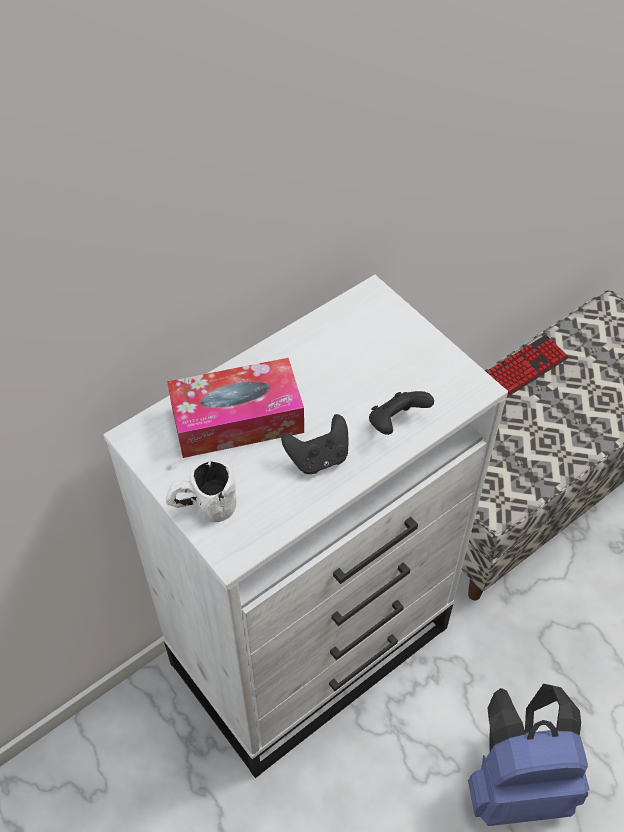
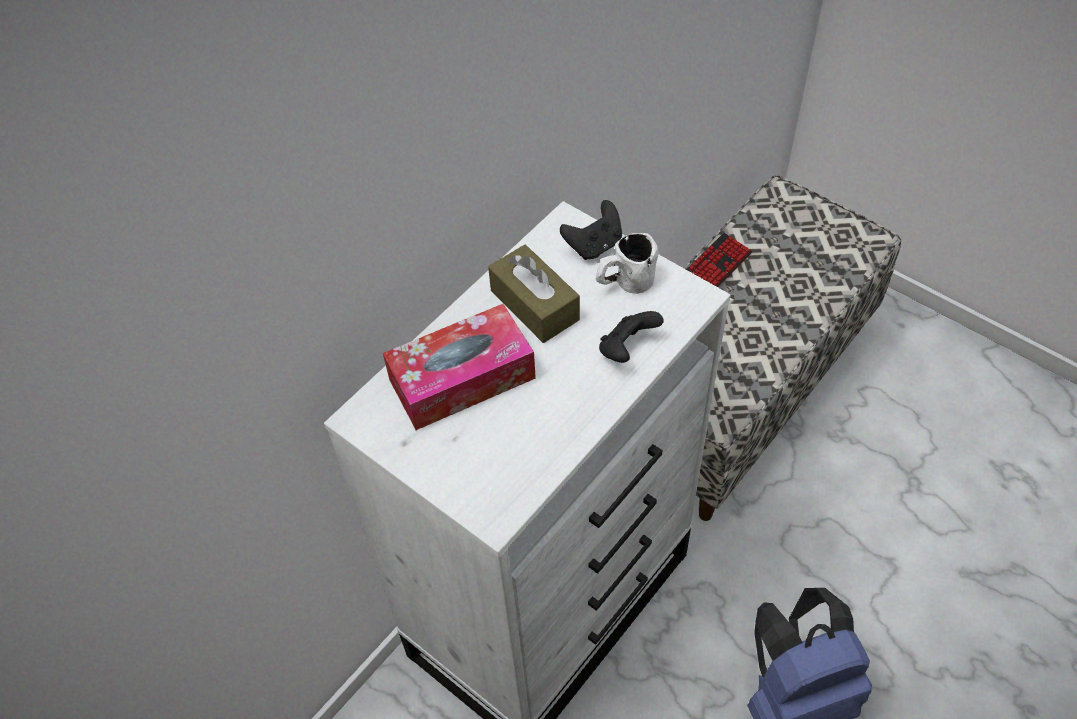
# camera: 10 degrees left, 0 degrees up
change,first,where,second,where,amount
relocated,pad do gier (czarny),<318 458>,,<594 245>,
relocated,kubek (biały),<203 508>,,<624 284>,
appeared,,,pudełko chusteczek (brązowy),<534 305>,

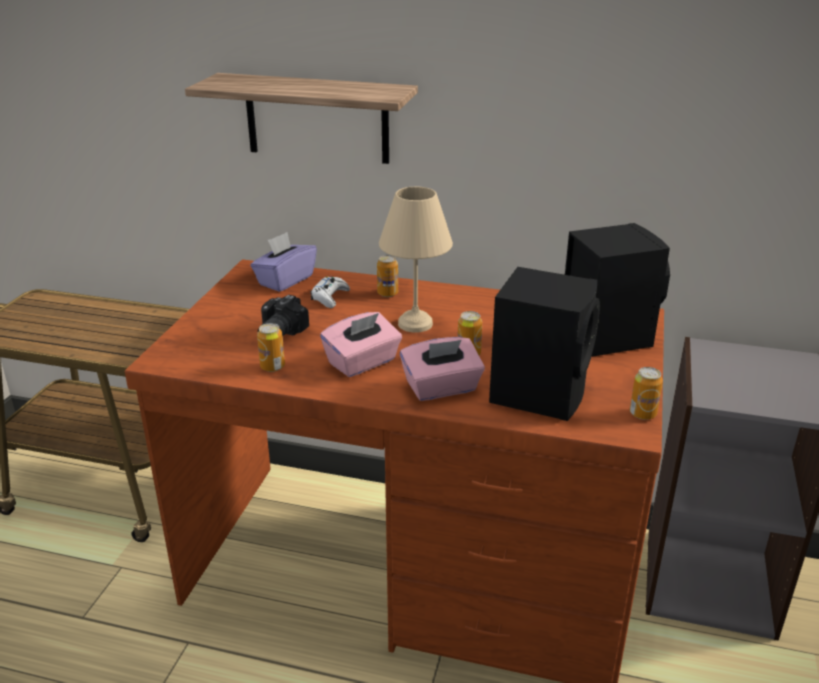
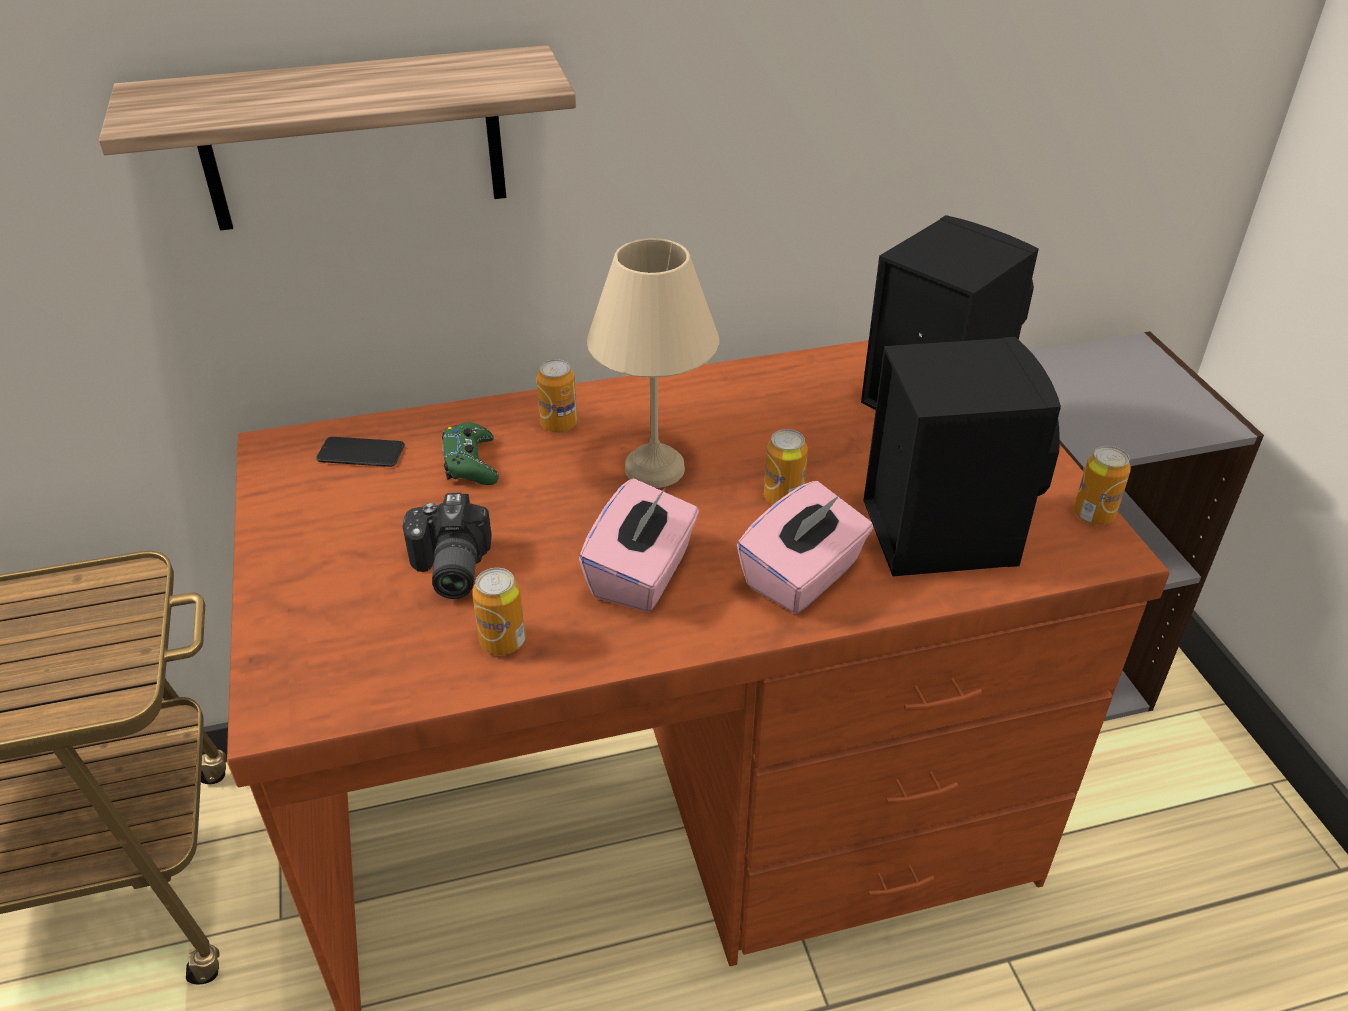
# camera: 30 degrees left, 10 degrees up
change,first,where,second,where,amount
exchanged,pudełko chusteczek (fioletowy),<285 280>,telefon,<361 453>,
colour,pad do gier (biały),<329 297>,pad do gier (zielony),<471 463>,

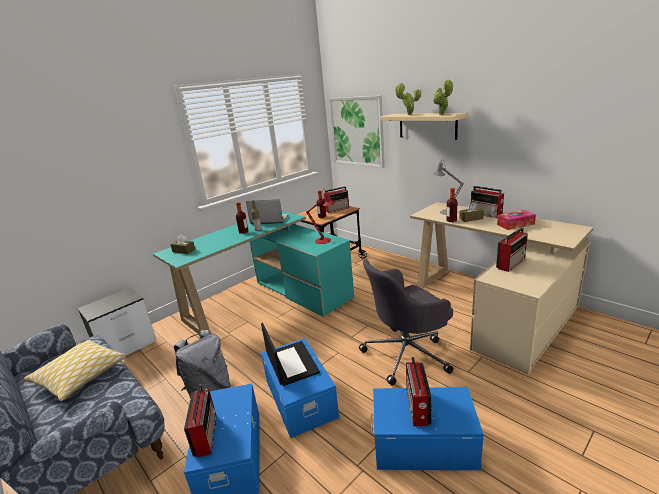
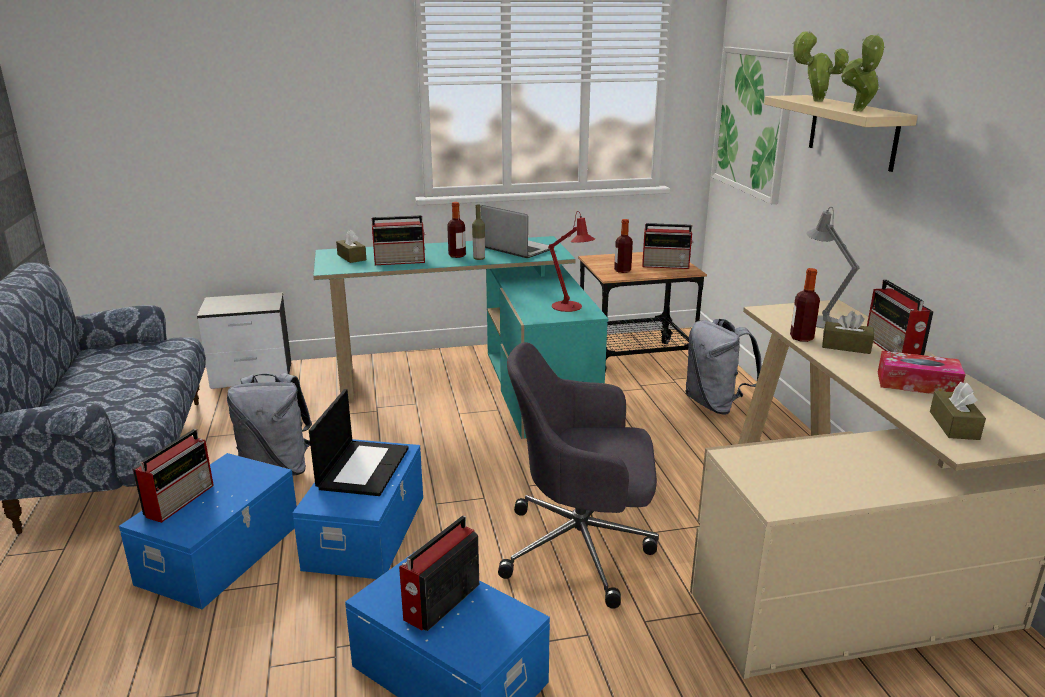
# camera: 30 degrees right, 0 degrees up
change,first,where,second,where,amount
relocated,radio,<511 263>,,<401 261>,
missing,poduszka,<80 376>,,,
appeared,,,plecak (szary),<715 405>,
appeared,,,pudełko chusteczek (brązowy),<954 425>,

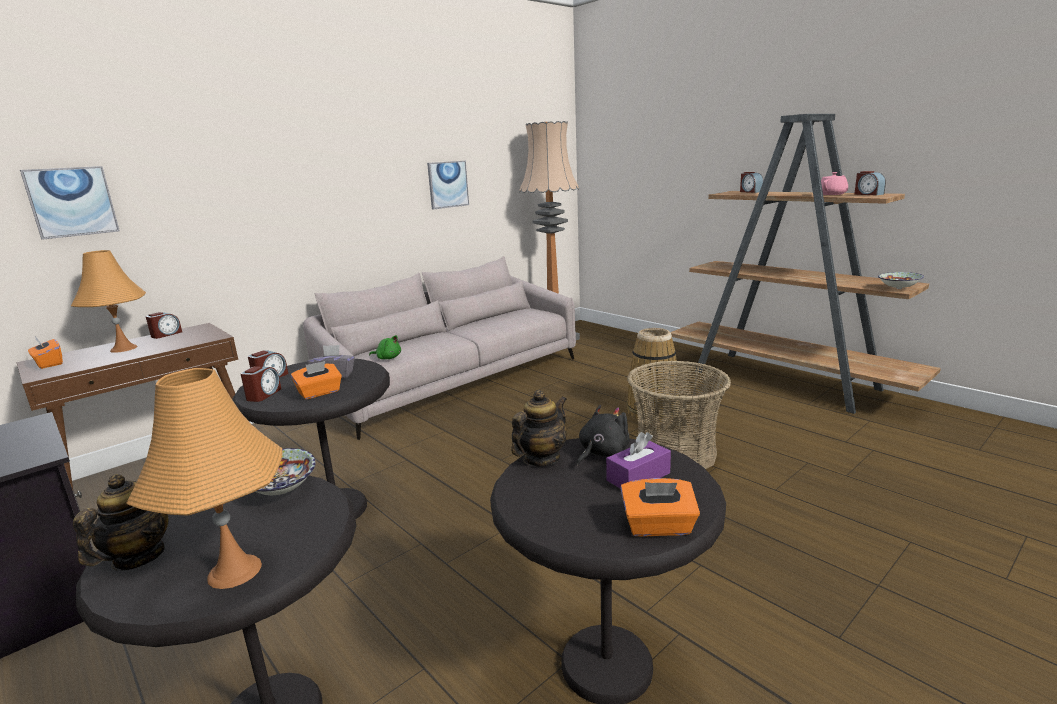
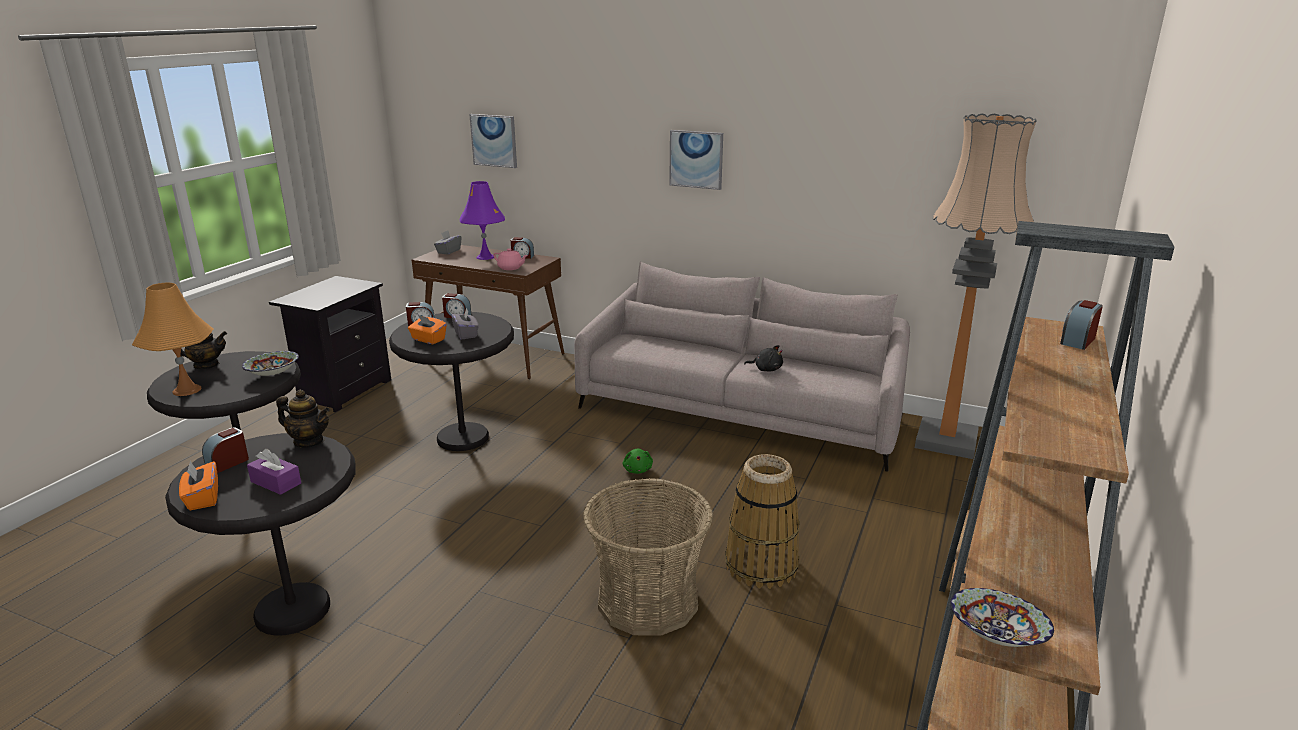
# camera: 65 degrees right, 5 degrees up
change,first,where,second,where,amount
relocated,obraz,<448 184>,,<696 159>,
relocated,budzik,<868 194>,,<228 463>,
relocated,imbryk (różowy),<832 194>,,<510 268>,
colour,lampa stołowa (pomarańczowy),<124 348>,lampa stołowa (fioletowy),<485 257>,
relocated,pluszak (zielony),<388 358>,,<637 470>,
colour,pudełko chusteczek (pomarańczowy),<49 364>,pudełko chusteczek (szary),<448 251>,
relocated,pluszak (czarny),<601 453>,,<766 369>,

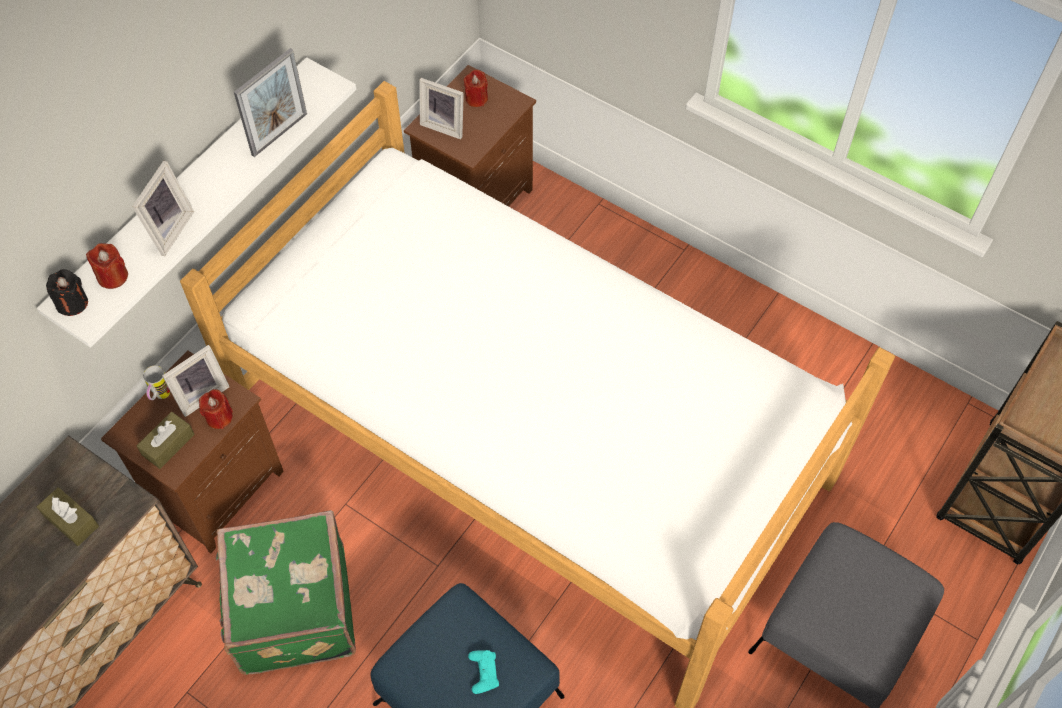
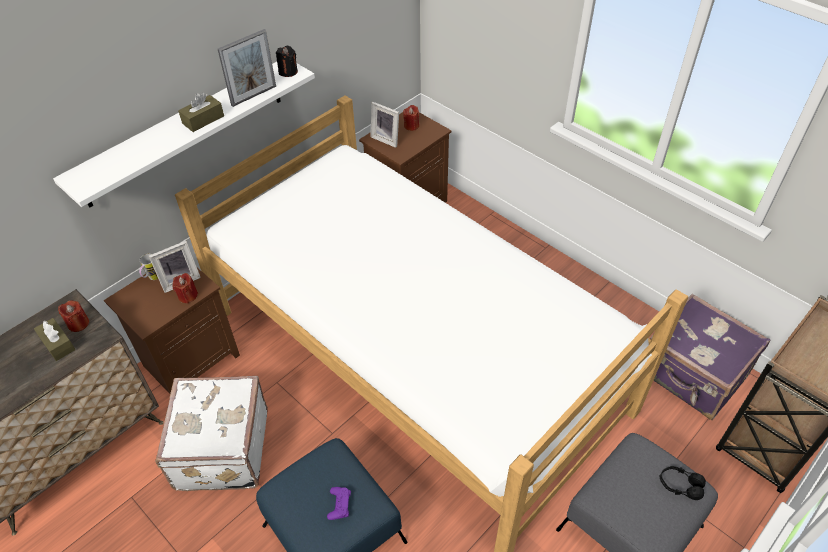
# camera: 10 degrees right, 10 degrees down
change,first,where,second,where,amount
missing,ramka na zdjęcie,<168 230>,,,
relocated,świeca (czerwony),<112 276>,,<78 323>,
relocated,świeca (czarny),<72 303>,,<288 72>,
relocated,pudełko chusteczek (brązowy),<168 445>,,<203 120>,
colour,walizka (zielony),<291 611>,walizka (biały),<220 450>,
colour,pad do gier (turkusowy),<483 672>,pad do gier (fioletowy),<339 504>,
appeared,,,walizka (fioletowy),<692 376>,
appeared,,,słuchawki (czarny),<680 485>,

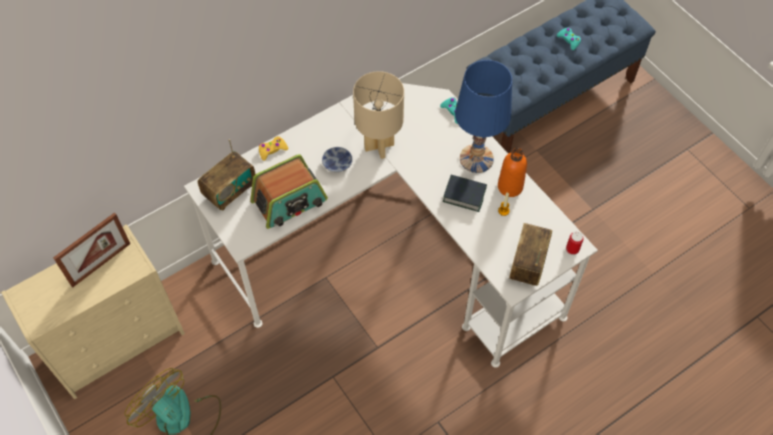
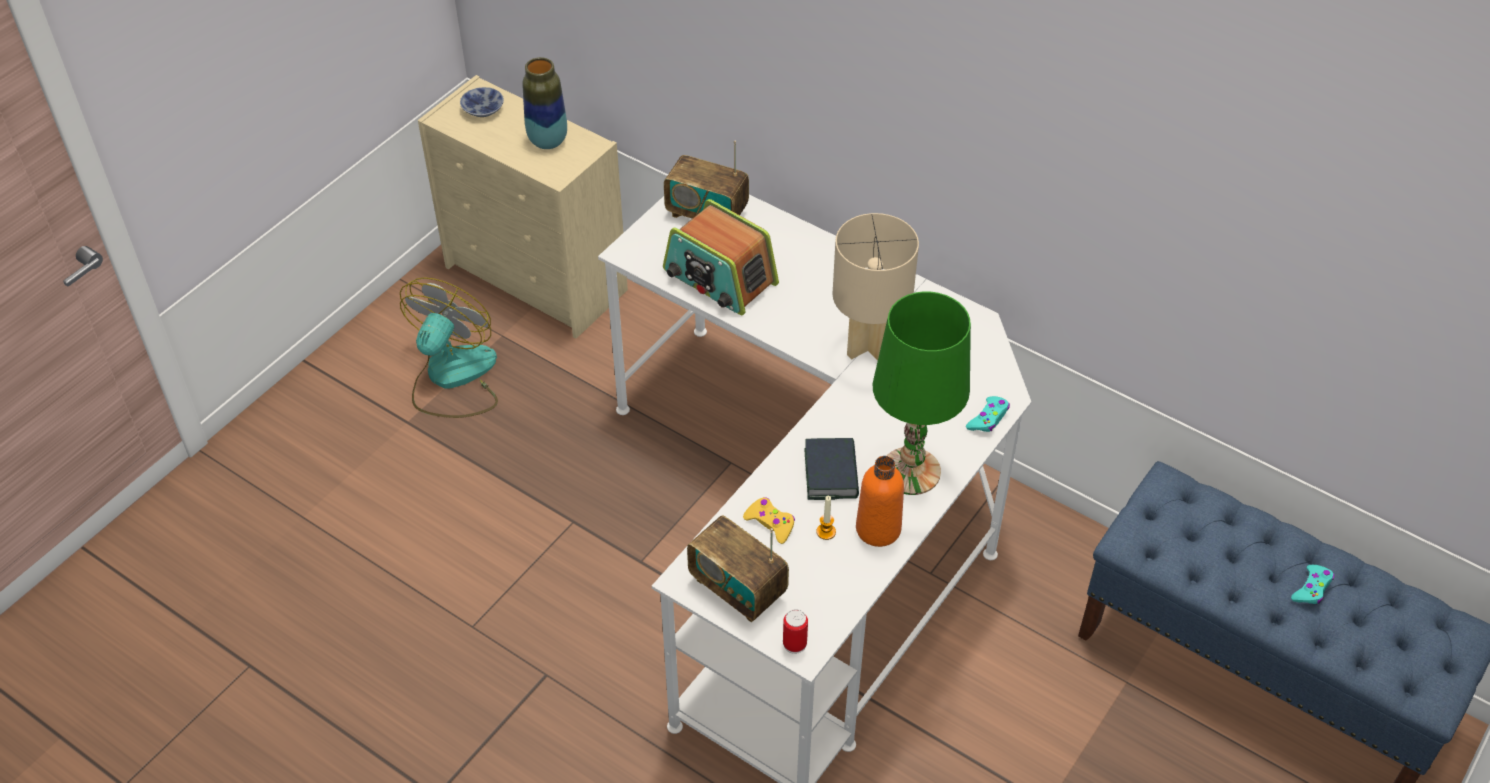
# camera: 70 degrees right, 10 degrees down
change,first,where,second,where,amount
colour,lampa stołowa (niebieski),<476 159>,lampa stołowa (zielony),<909 471>,
relocated,pad do gier (żółty),<272 150>,,<770 523>,
relocated,miska,<338 164>,,<481 110>,
exchanged,ramka na zdjęcie,<101 264>,wazon,<548 141>,
spun,radio,<528 264>,,<738 588>,135 degrees counterclockwise

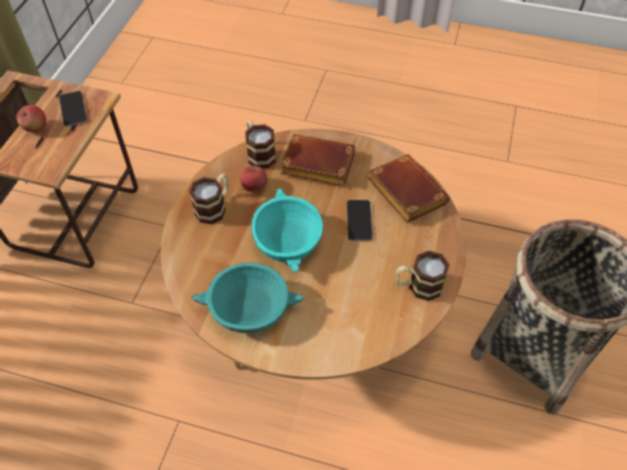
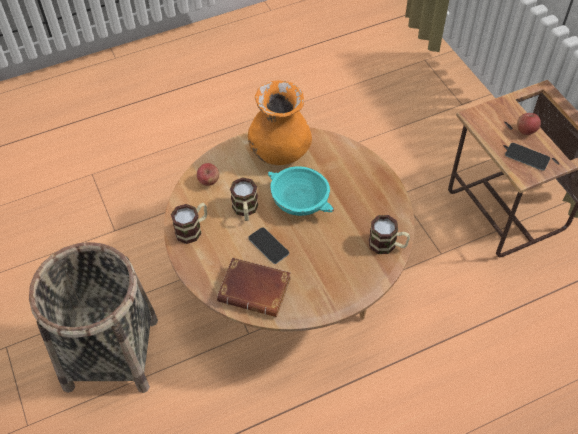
# camera: 140 degrees right, 0 degrees up
change,first,where,second,where,amount
missing,książka (brązowy),<315 165>,,,
relocated,jabłko,<254 187>,,<209 181>,
relocated,kubek,<214 207>,,<245 210>,
exchanged,miska (turkusowy),<250 308>,wazon (pomarańczowy),<279 152>,

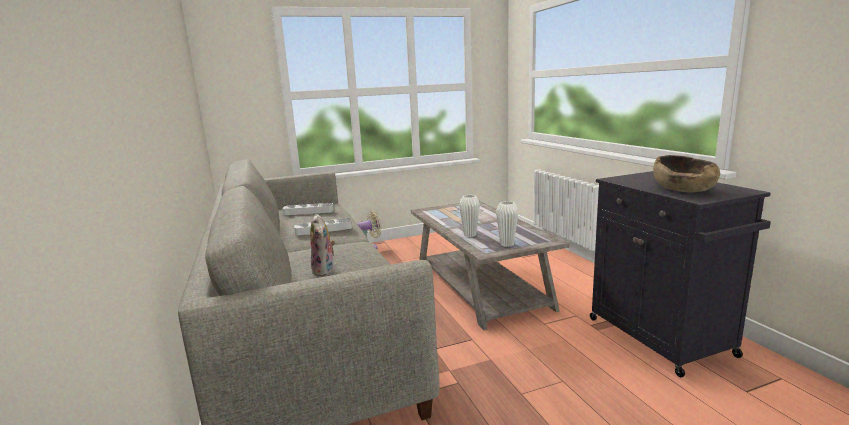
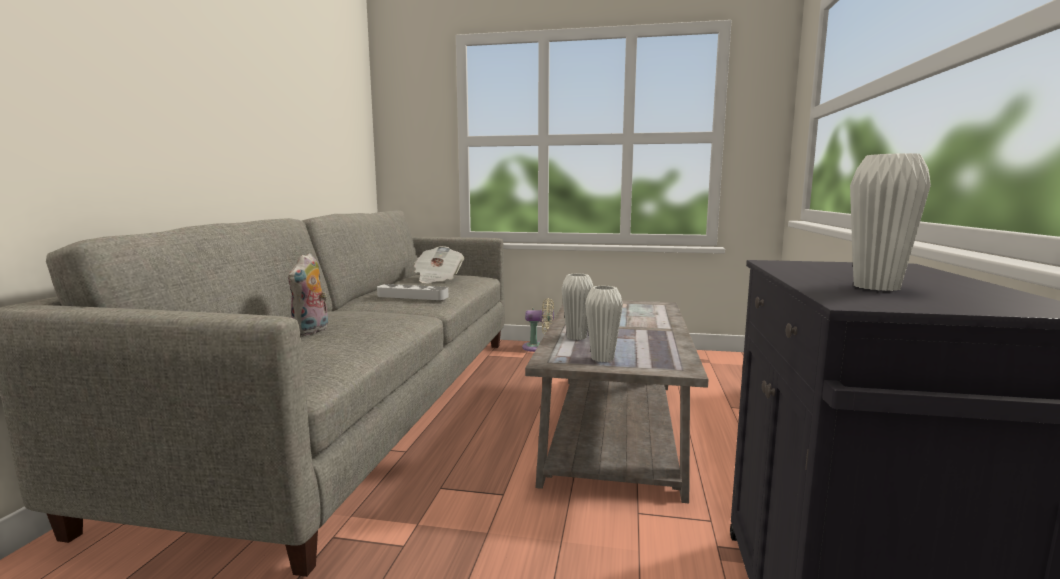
# camera: 30 degrees right, 5 degrees down
change,first,where,second,where,amount
exchanged,miska (brązowy),<683 189>,wazon (biały),<876 287>,
exchanged,taca (szary),<308 212>,gazeta,<437 279>,

